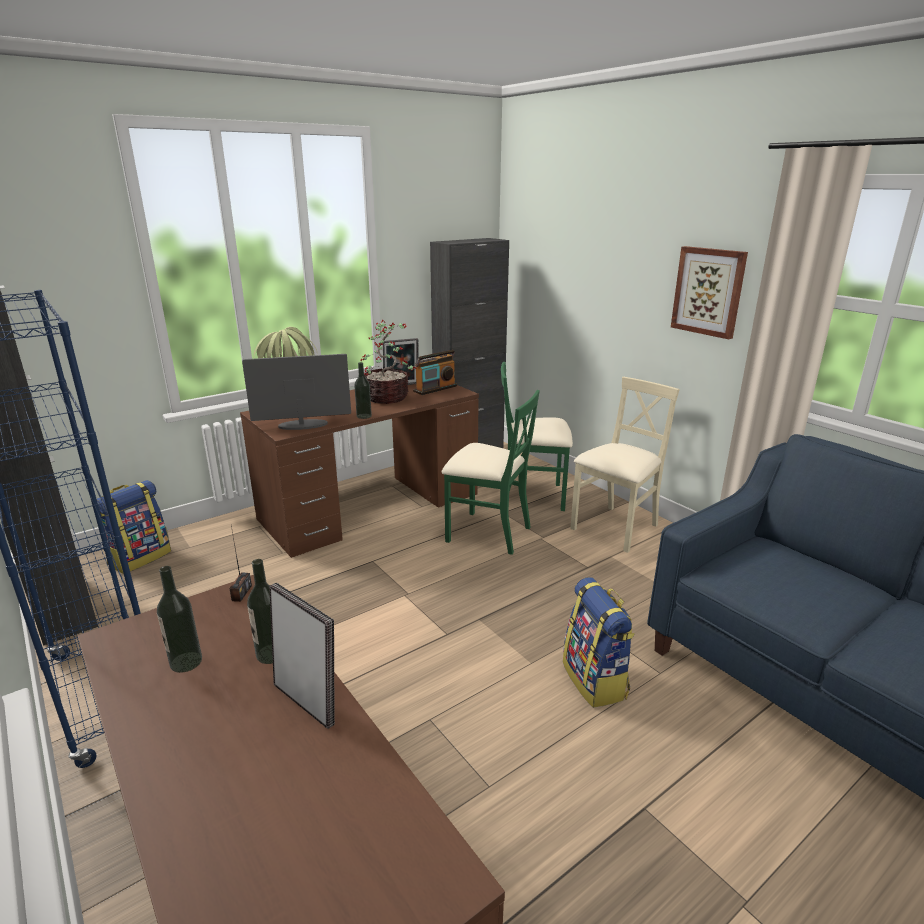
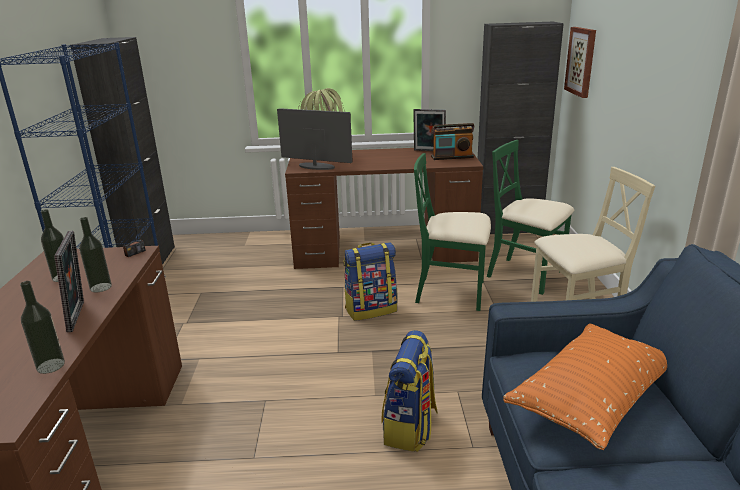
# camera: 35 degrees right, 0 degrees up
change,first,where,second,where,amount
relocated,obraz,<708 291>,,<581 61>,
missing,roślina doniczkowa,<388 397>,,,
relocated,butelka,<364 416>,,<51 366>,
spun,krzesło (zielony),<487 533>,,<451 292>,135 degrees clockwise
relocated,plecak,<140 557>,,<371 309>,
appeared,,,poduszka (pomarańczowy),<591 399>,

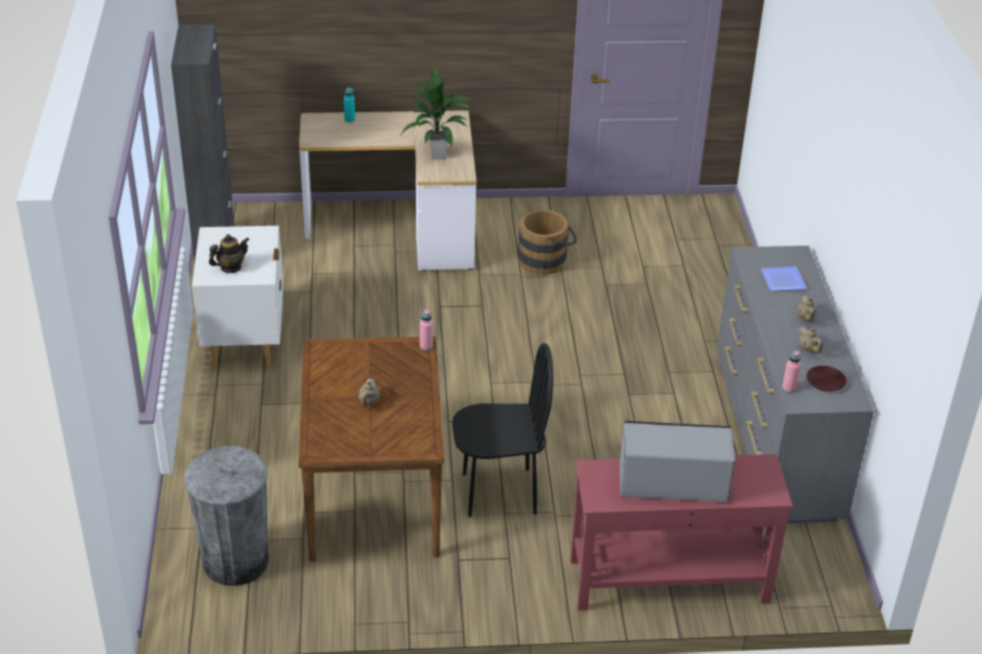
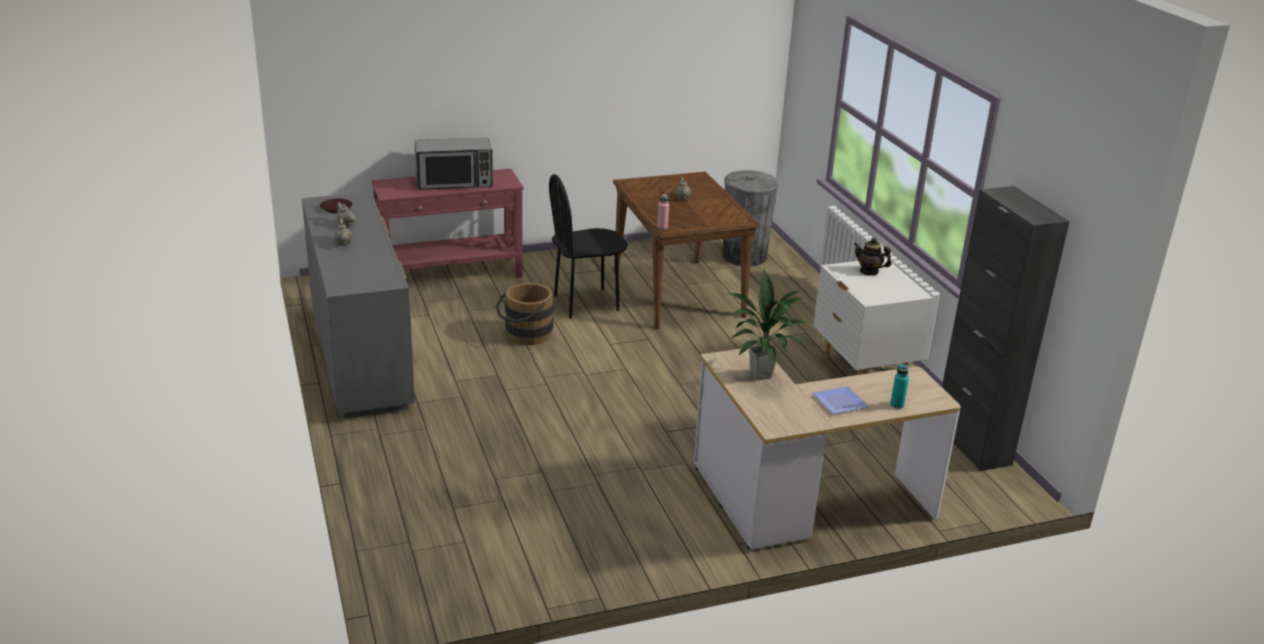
# camera: 165 degrees right, 10 degrees down
change,first,where,second,where,amount
relocated,wiadro (brązowy),<546 260>,,<525 335>,
spun,imbryk,<230 268>,,<869 271>,75 degrees clockwise
relocated,talerz,<781 280>,,<842 403>,
missing,butelka (różowy),<788 388>,,,

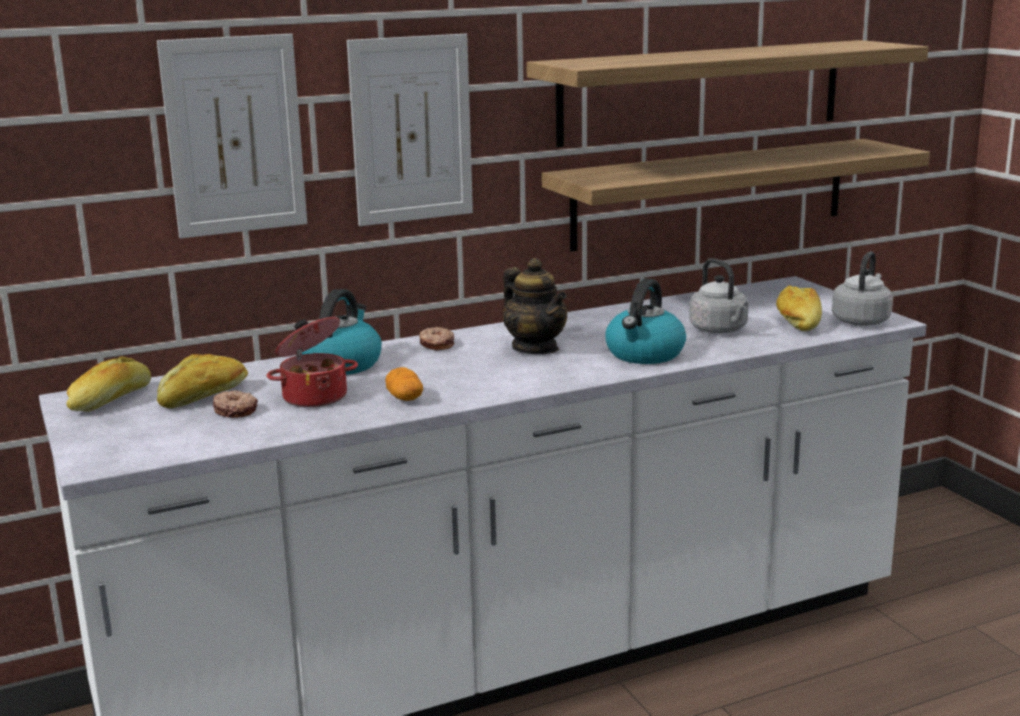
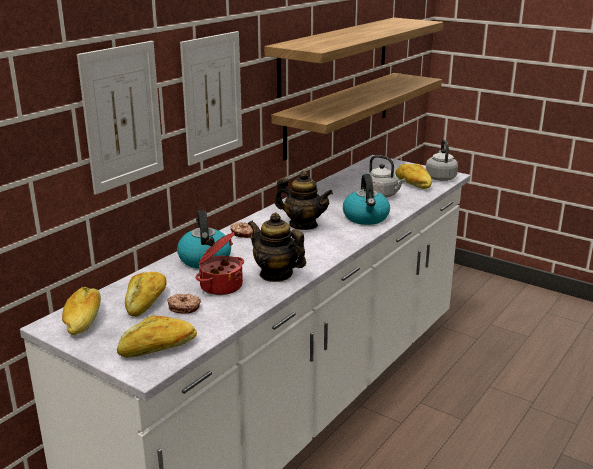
# camera: 30 degrees left, 5 degrees up
change,first,where,second,where,amount
exchanged,ziemniak,<404 398>,imbryk,<276 274>,
appeared,,,chleb,<158 348>,

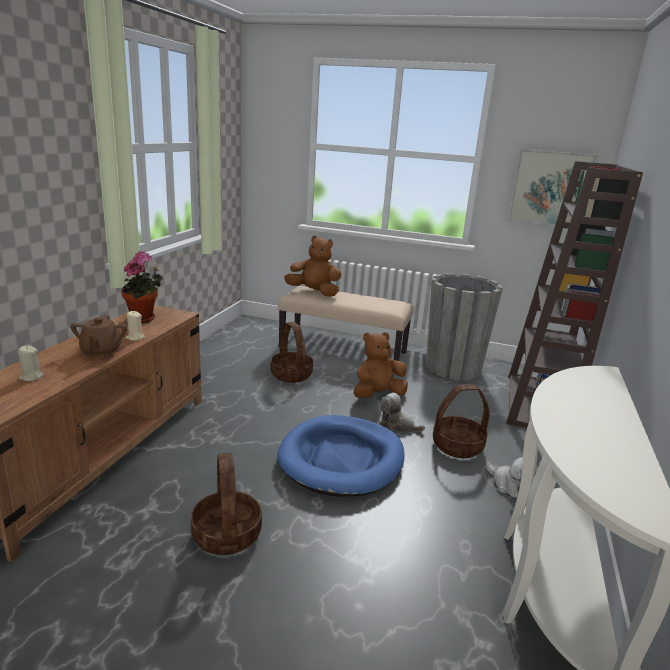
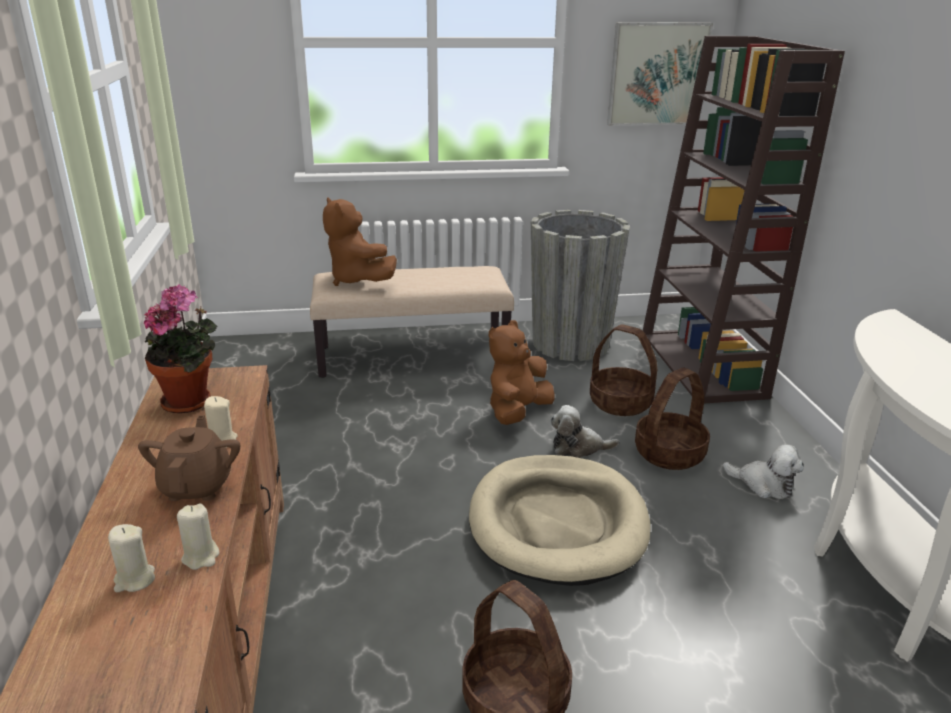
# camera: 25 degrees left, 5 degrees up
change,first,where,second,where,amount
spun,pluszak (brązowy),<314 292>,,<357 280>,120 degrees counterclockwise
spun,imbryk (brązowy),<101 351>,,<197 486>,150 degrees counterclockwise
relocated,koszyk,<291 375>,,<620 403>,
colour,legowisko (niebieski),<342 459>,legowisko (beżowy),<557 523>,
appeared,,,świeca (beżowy),<201 557>,

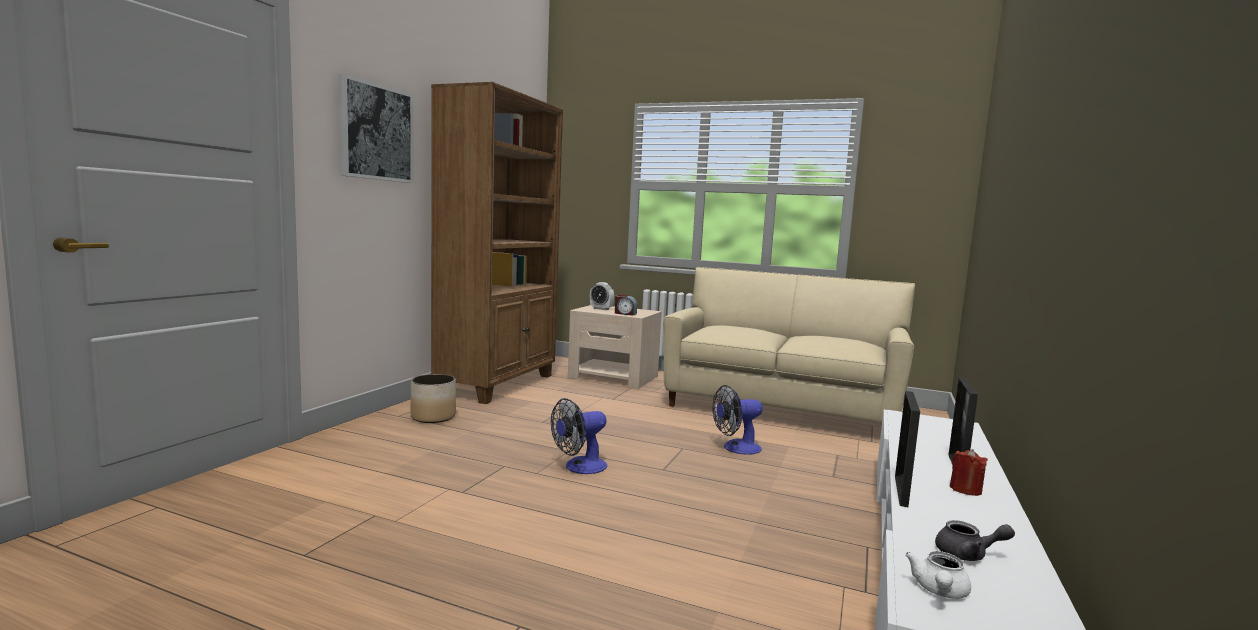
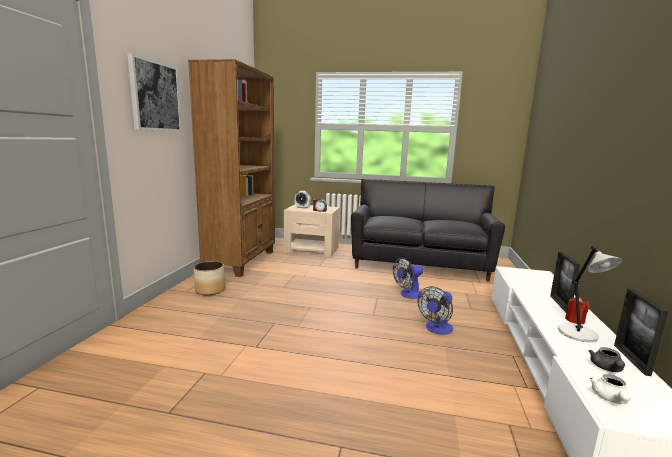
# camera: 10 degrees left, 5 degrees up
change,first,where,second,where,amount
colour,kanapa (beżowy),<781 408>,kanapa (czarny),<420 264>,
relocated,ramka na zdjęcie,<901 491>,,<631 359>,
relocated,wentylator,<579 467>,,<436 329>,
spun,imbryk (szary),<968 554>,,<607 368>,105 degrees clockwise
appeared,,,lampa stołowa (szary),<579 334>,

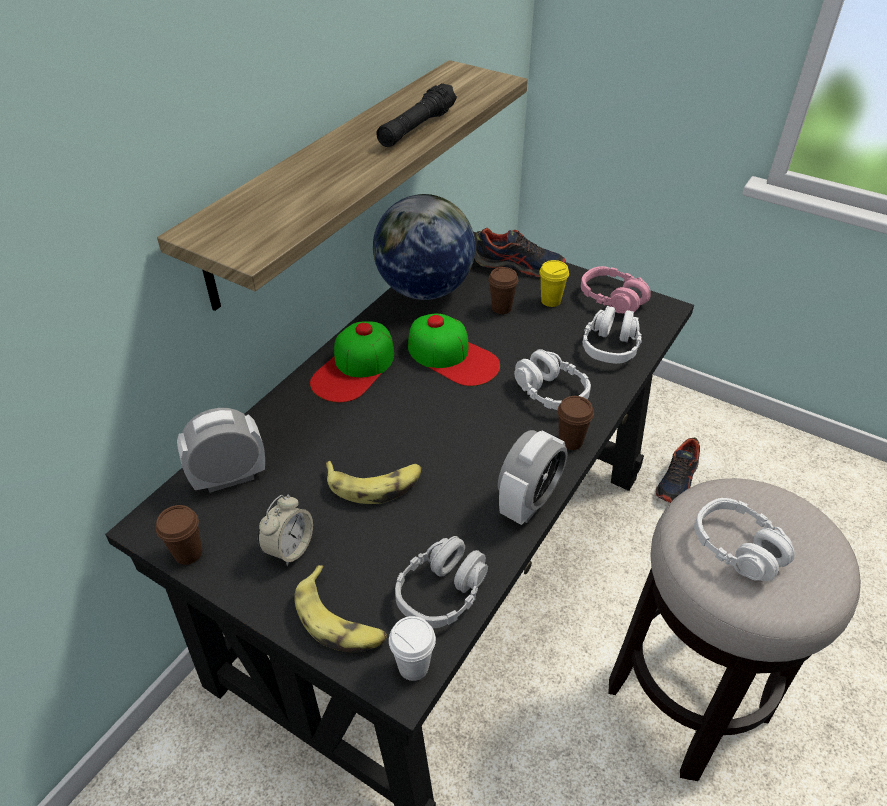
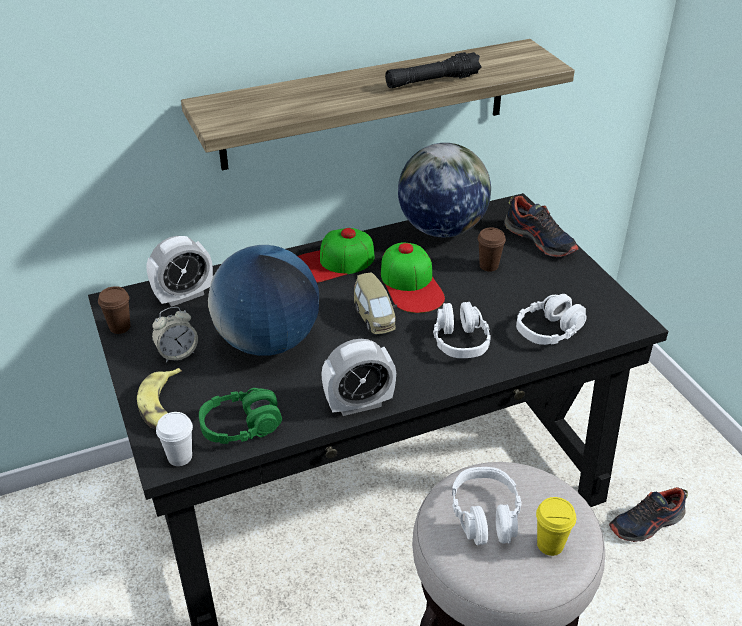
# camera: 35 degrees right, 5 degrees down
change,first,where,second,where,amount
relocated,filiżanka (żółty),<551 301>,,<550 545>,
missing,słuchawki (różowy),<612 299>,,,
missing,filiżanka (brązowy),<570 441>,,,
spun,budzik,<229 478>,,<184 296>,135 degrees clockwise
exchanged,banan,<375 484>,globus,<268 342>,
colour,słuchawki (szary),<441 592>,słuchawki (zielony),<241 426>,
appeared,,,samochodzik,<374 318>,

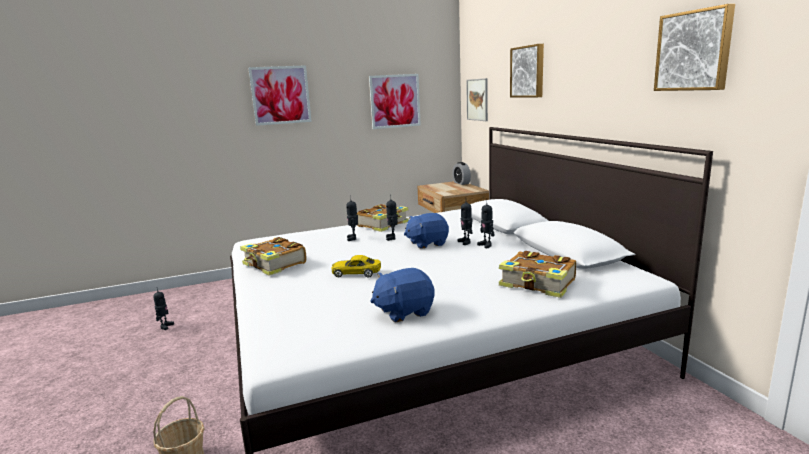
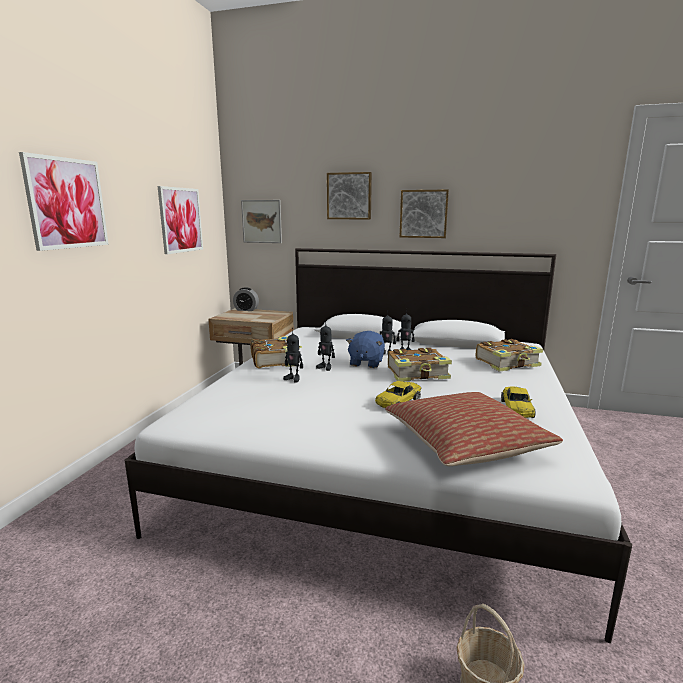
# camera: 55 degrees left, 0 degrees up
change,first,where,second,where,amount
relocated,obraz,<694 51>,,<423 214>,
relocated,książka,<274 264>,,<418 374>,
exchanged,pluszak (niebieski),<404 311>,samochodzik (żółty),<516 408>,
missing,robot zabawkowy,<165 326>,,,
appeared,,,poduszka,<465 443>,

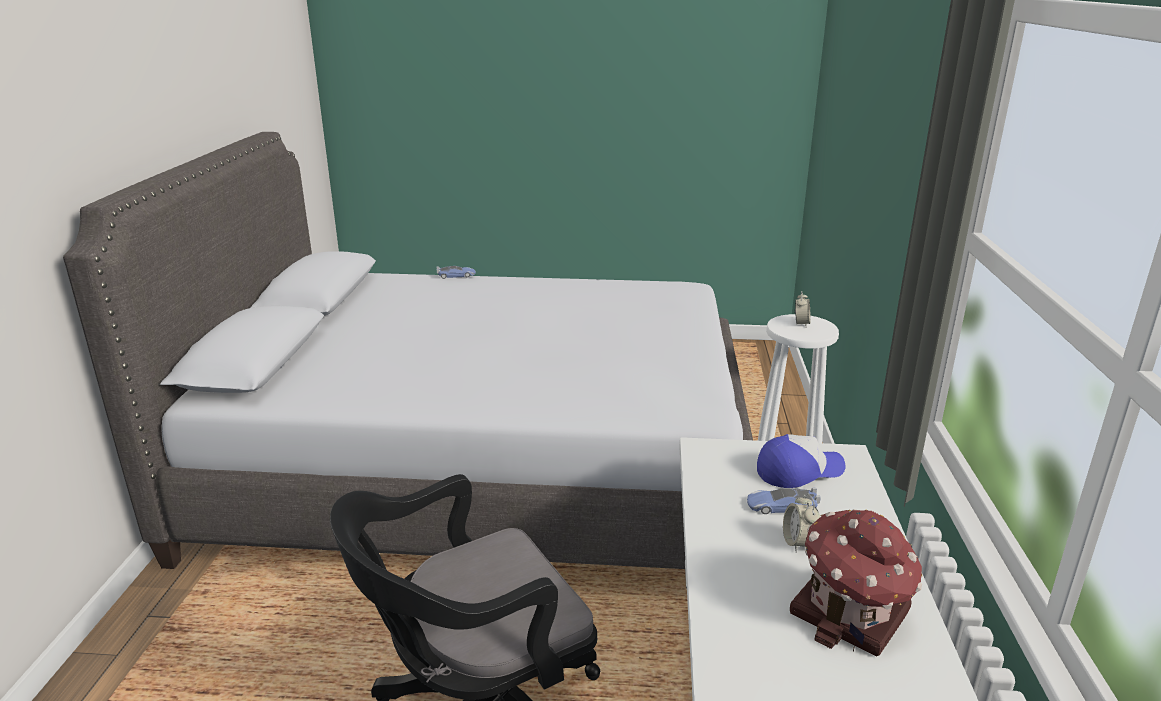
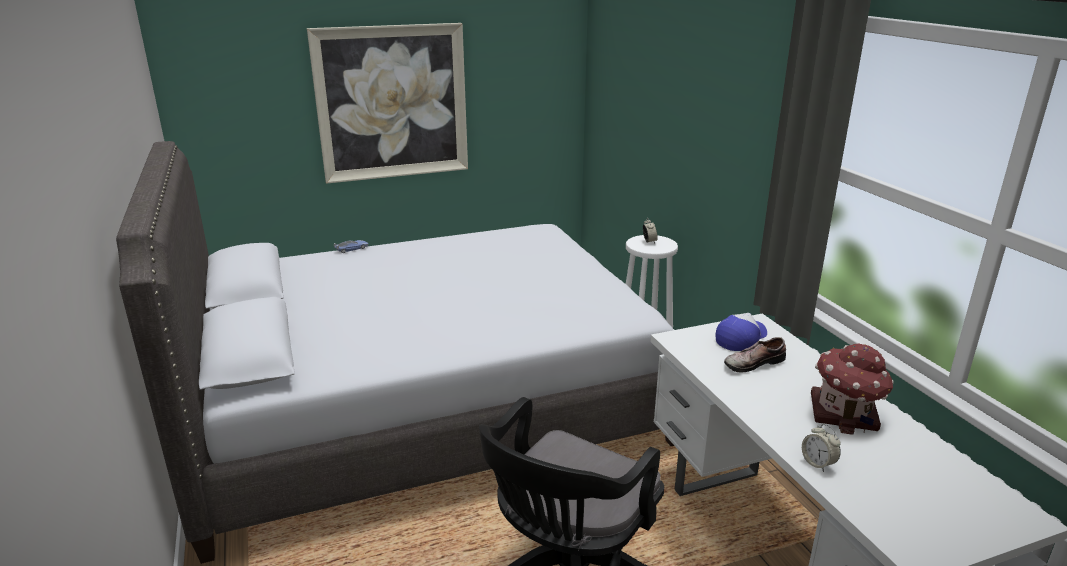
# camera: 25 degrees left, 0 degrees up
change,first,where,second,where,amount
exchanged,samochodzik,<781 506>,but,<752 362>,
relocated,budzik,<798 543>,,<818 463>,
appeared,,,obraz,<392 103>,

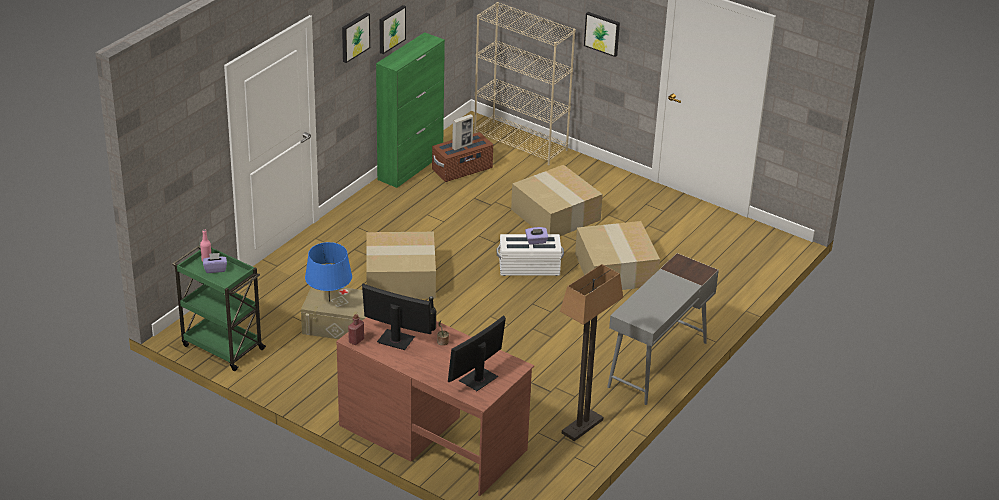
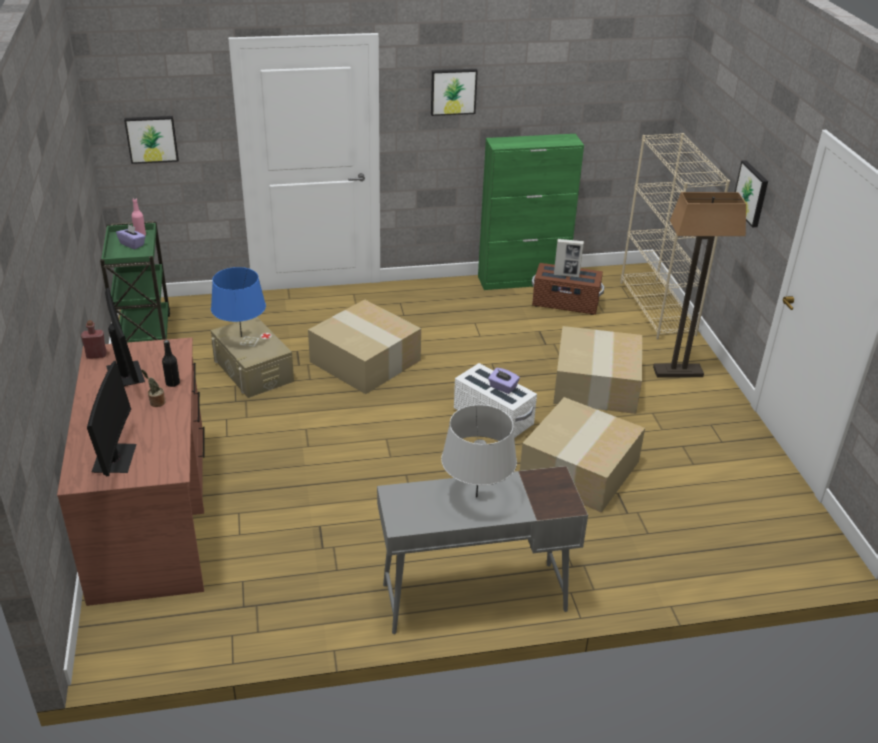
# camera: 45 degrees right, 0 degrees up
change,first,where,second,where,amount
relocated,obraz,<391 29>,,<152 139>,
relocated,lampa stojąca,<582 427>,,<677 372>,
spun,monitor,<478 379>,,<114 459>,90 degrees clockwise
appeared,,,lampa stołowa (szary),<476 496>,

